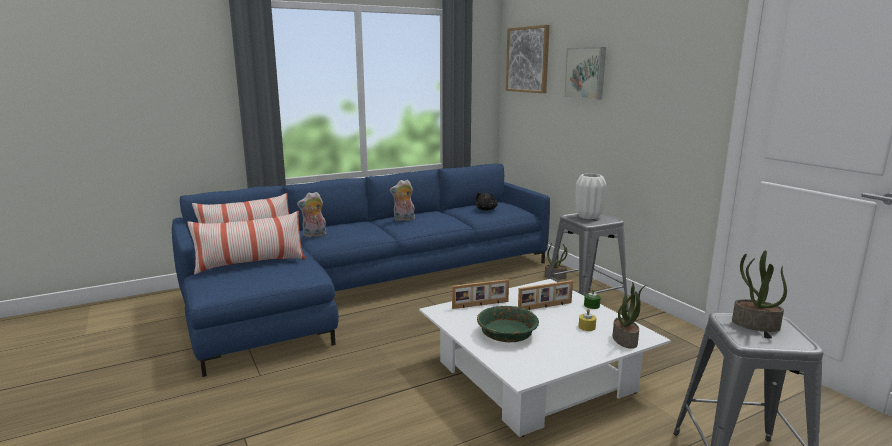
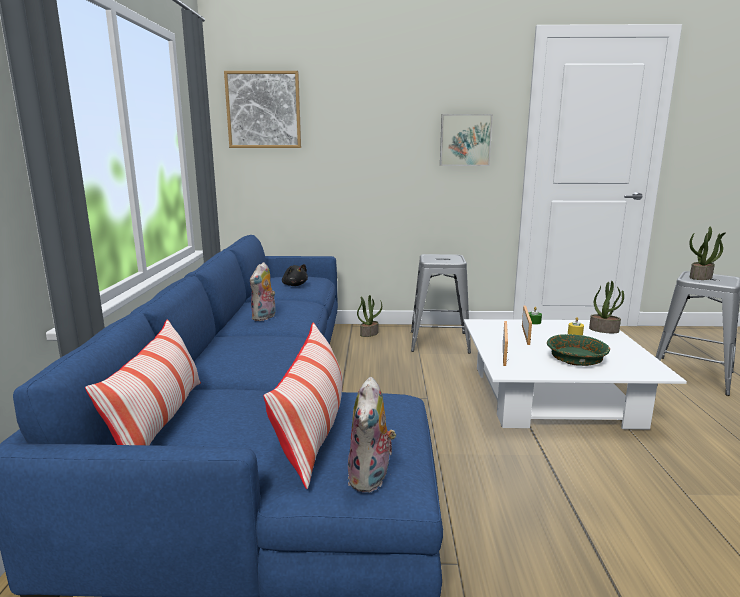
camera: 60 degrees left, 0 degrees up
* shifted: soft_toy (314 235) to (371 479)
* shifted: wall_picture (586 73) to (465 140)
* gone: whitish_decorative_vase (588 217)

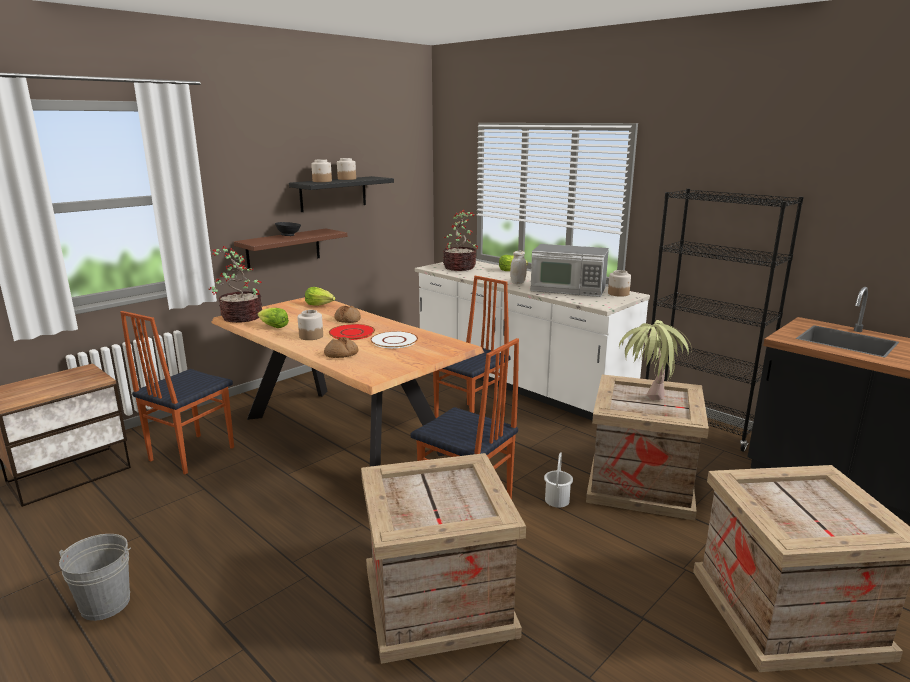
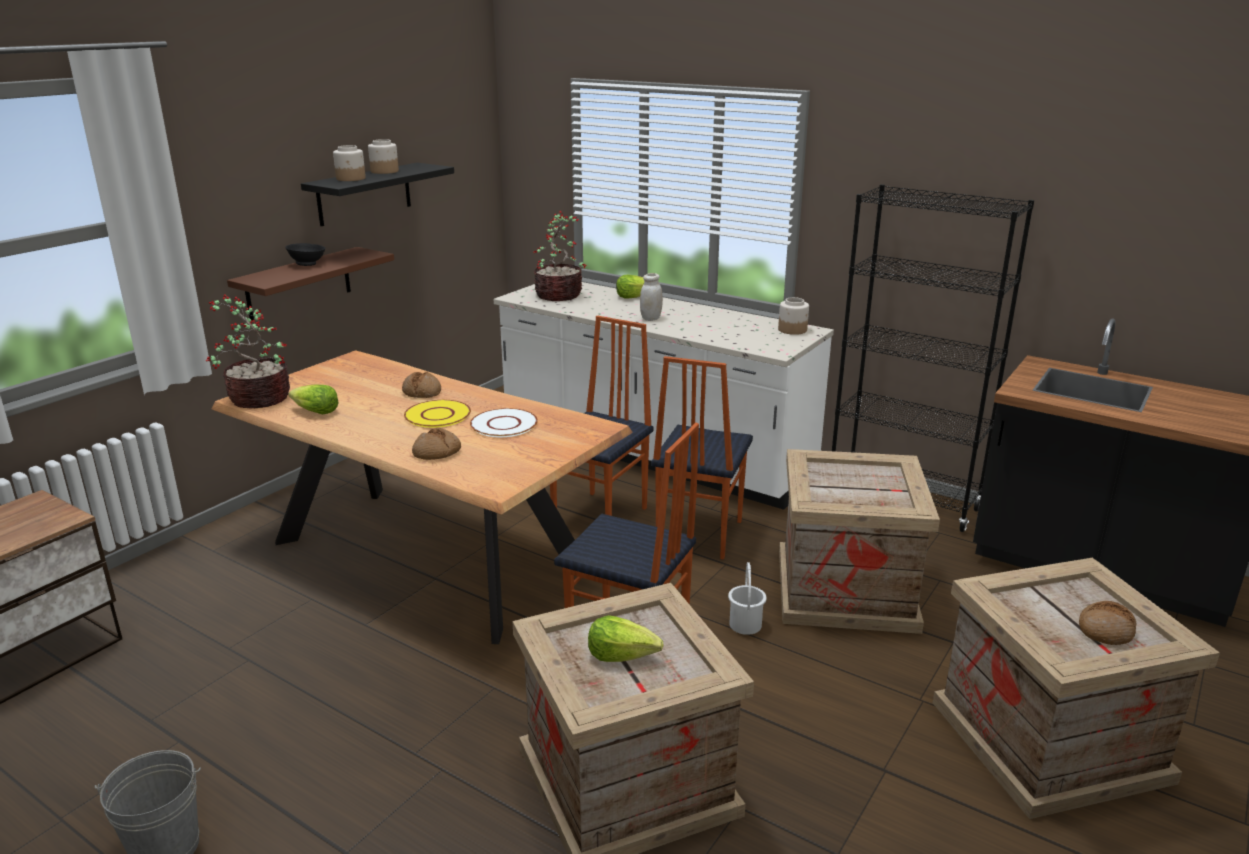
camera: 10 degrees left, 5 degrees up
* repainted: red_flat_dish (352 333) to yellow-coloured_flat_dish (437 415)
* shifted: head_of_lettuce (320 305) to (622 655)
* shifted: upright_chair (190 454) to (697 534)
* new: baked_bread (1105 630)
* gone: storage_jar (311 336)
* gone: microwave (568 289)
* gone: houseplant (646 405)

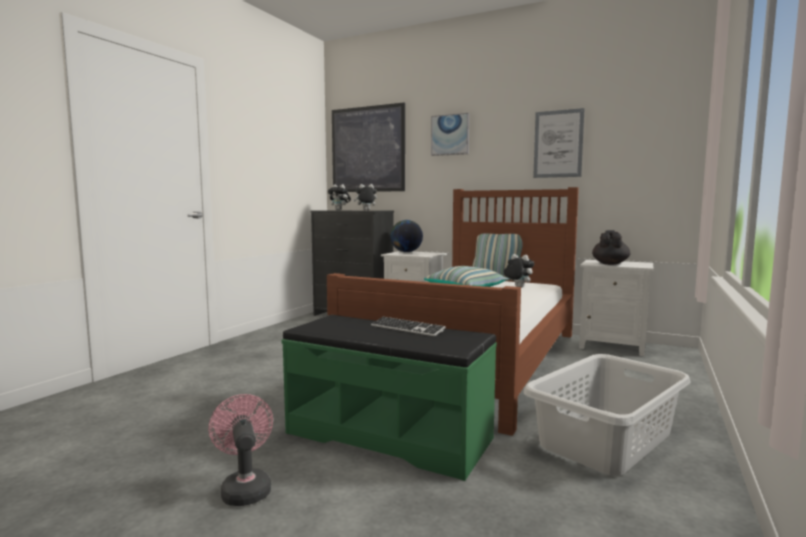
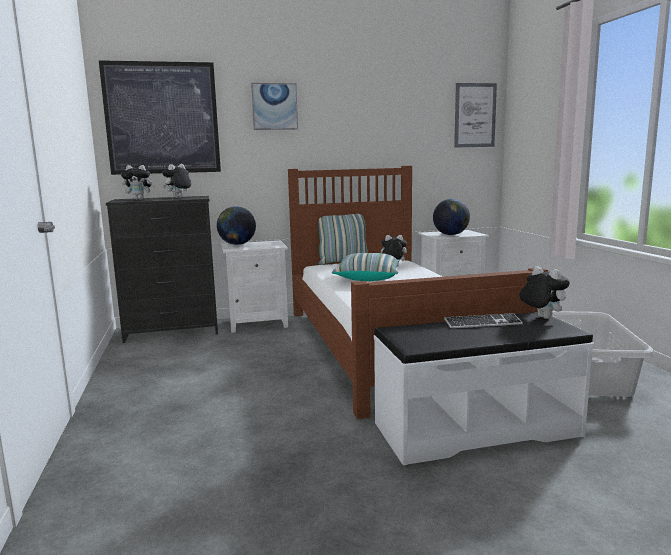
camera: 40 degrees left, 5 degrees up
* repainted: green_indoor_bench (389 435) to whitish_indoor_bench (475 428)
* swapped: blackish_tea_pot (610 264) to world_globe (451 234)
* shifted: wall_picture (558 144) to (475 115)
* new: soft_toy (541 318)
* gone: pink-coloured_fan (245 488)

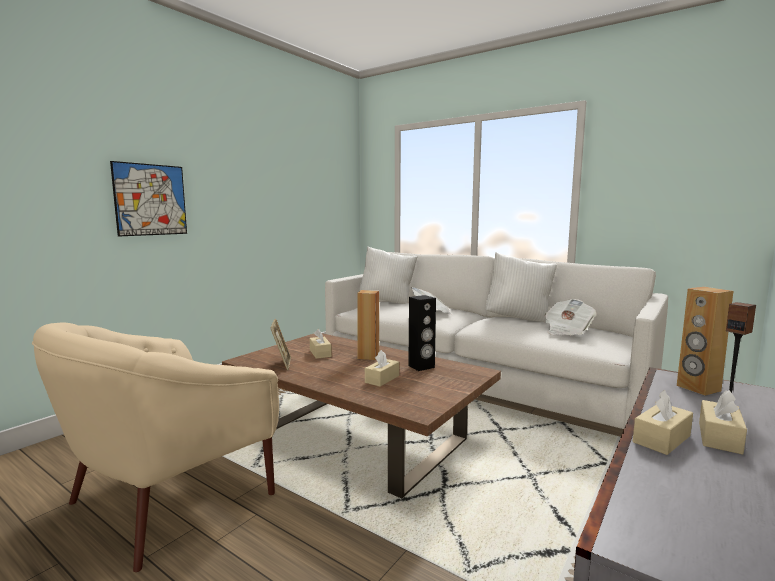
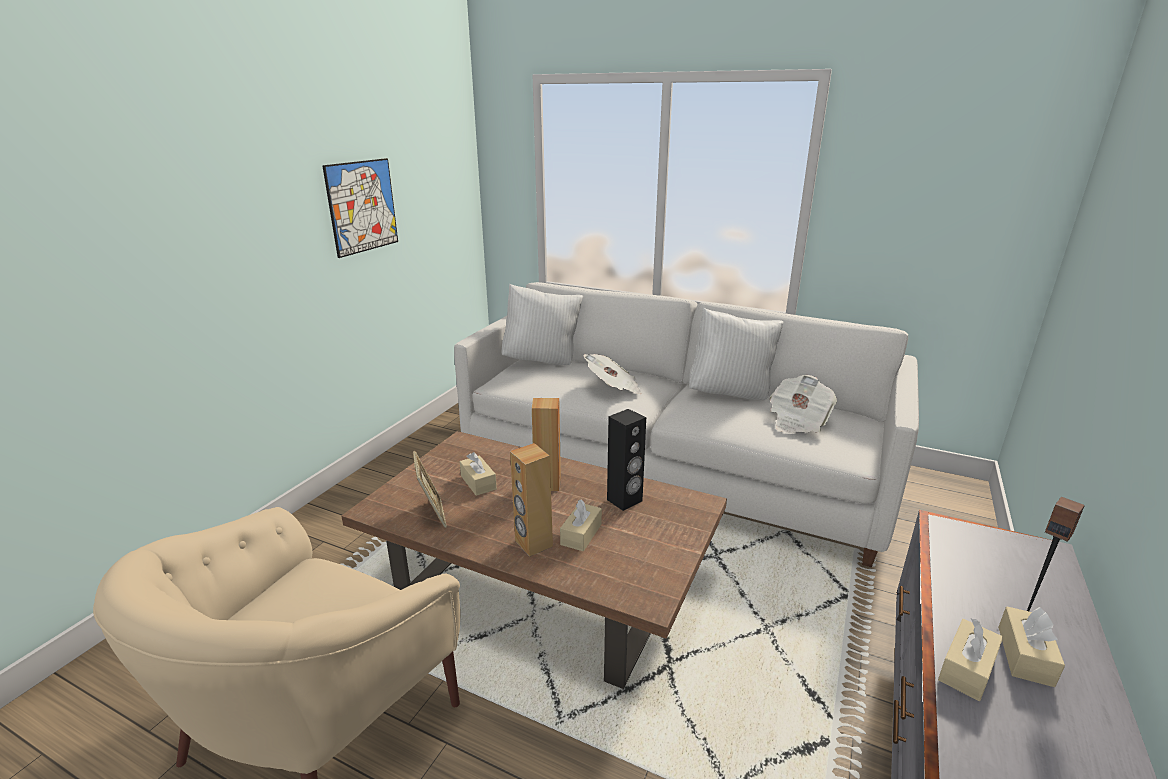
camera: 10 degrees left, 15 degrees up
* shifted: wall_picture (151 200) to (362 206)
* shifted: brown-coloured_audio_speaker (698 388) to (533 544)

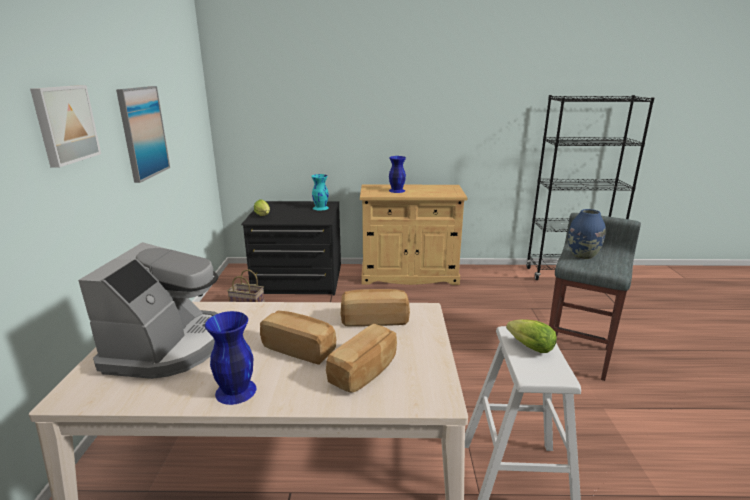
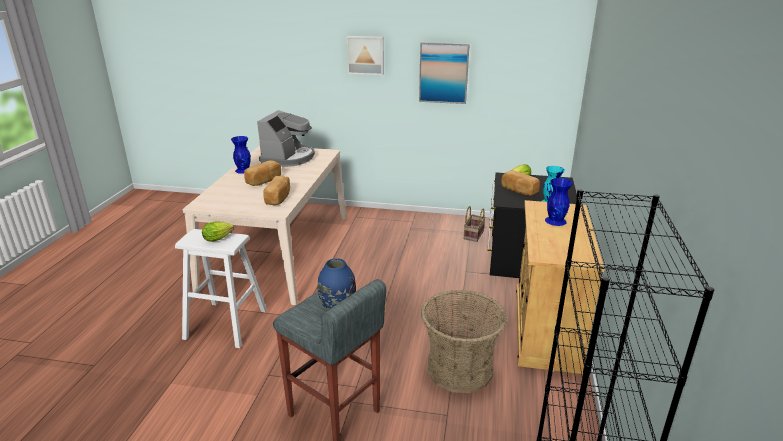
camera: 100 degrees right, 5 degrees up
* rotated: coffee_maker (170 346) = (288 158) 90 degrees counterclockwise
* new: storage_basket (459 369)
* shifted: baked_bread (365 372) to (518 190)

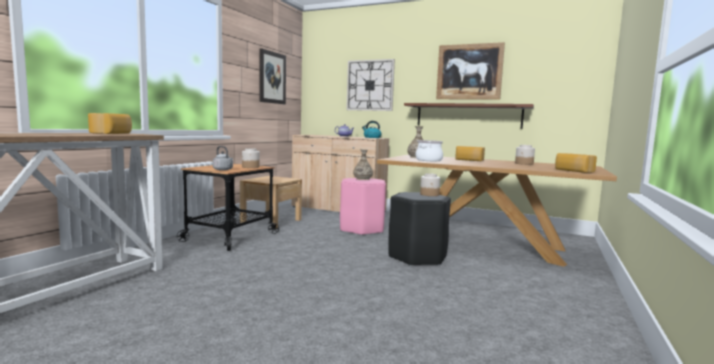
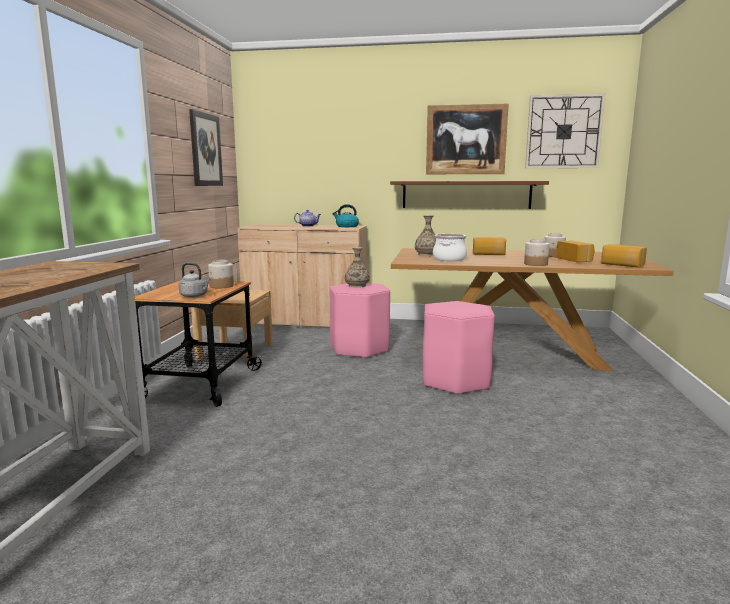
camera: 15 degrees left, 5 degrees up
* repainted: blackish_sitting_stool (417 257) to pink-coloured_sitting_stool (455 381)
* shifted: storage_jar (429 194) to (536 264)
* shifted: clock_on_the_wall (370 85) to (563 132)
* shifted: baked_bread (112 133) to (575 260)

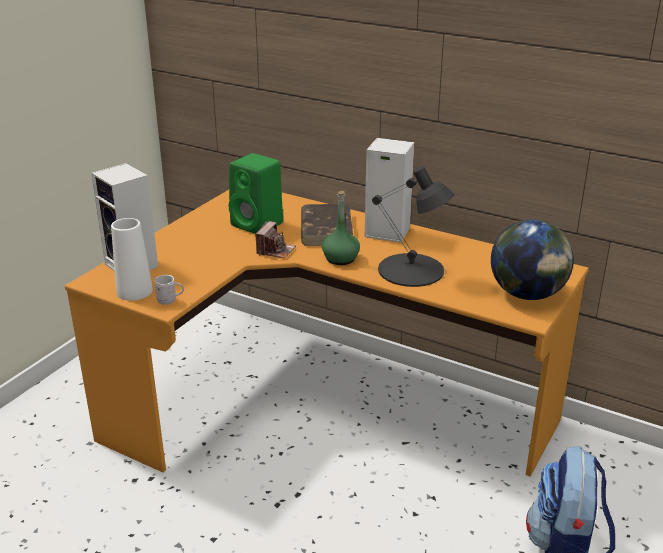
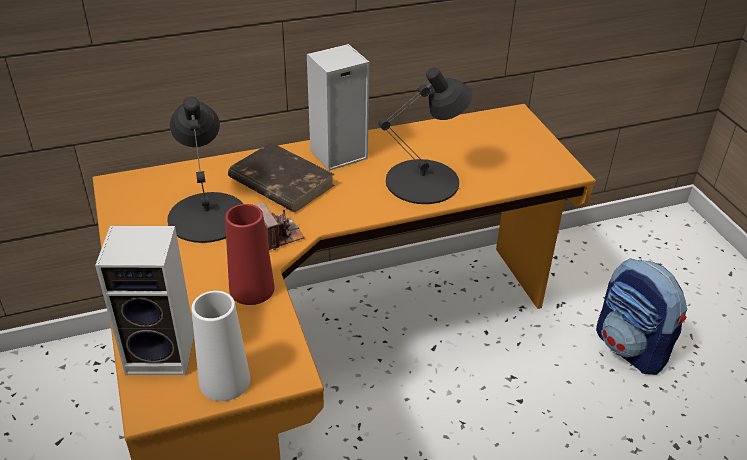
camera: 50 degrees left, 10 degrees up
* swapped: green_audio_speaker (258 224) to blackish_table_lamp (208 216)
* new: red_decorative_vase (252 289)
* gone: whitish_tea_mug (170 301)
* gone: green_beverage_bottle (340 258)
* gone: world_globe (527 294)

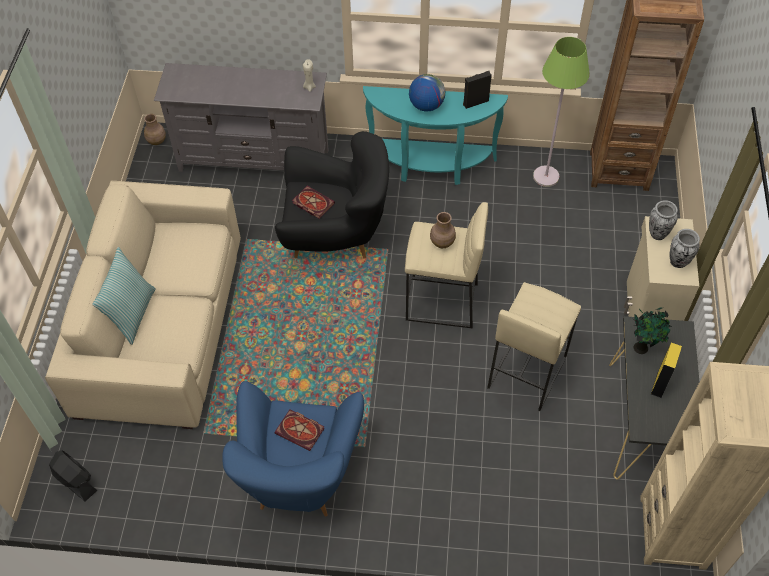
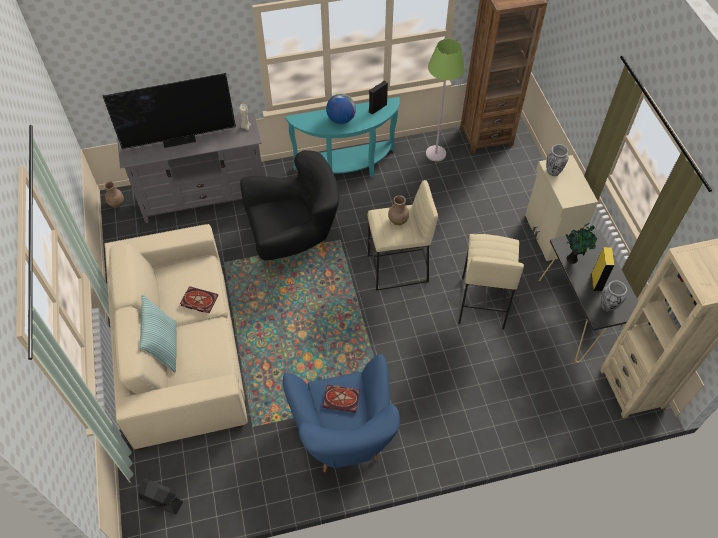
camera: 20 degrees left, 0 degrees up
* new: TV_set (179 138)
* shifted: bound_book (312 203) to (198 301)
* shifted: decorative_vase (678 262) to (608 306)

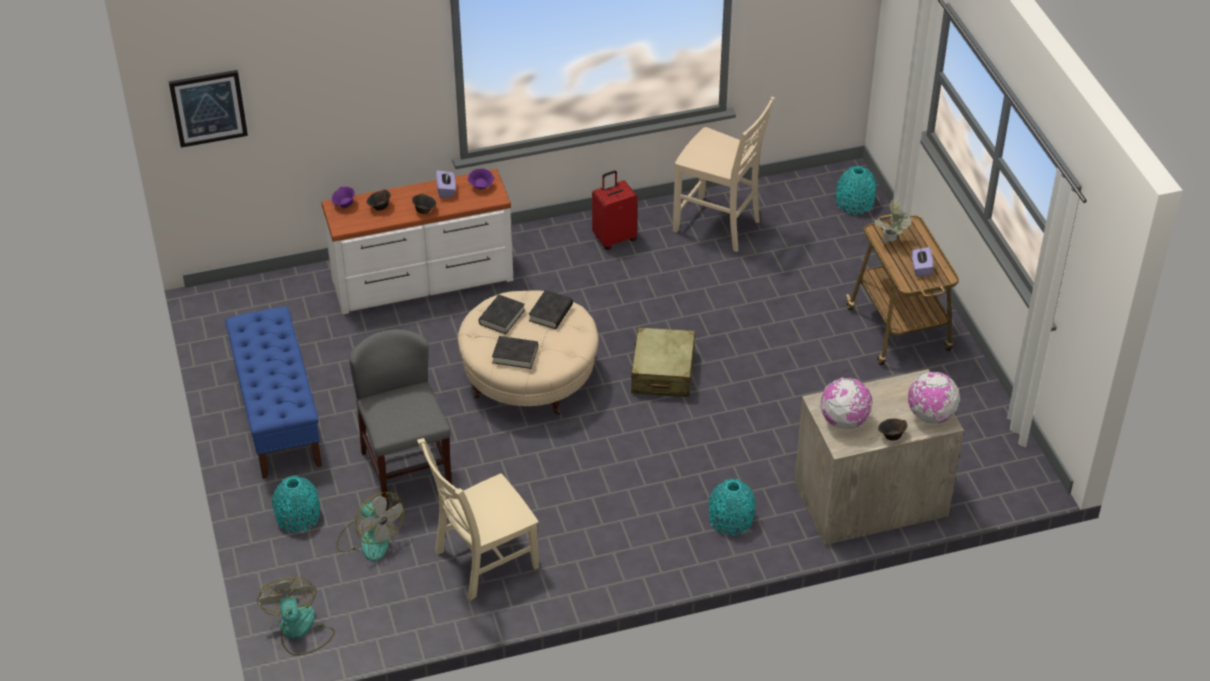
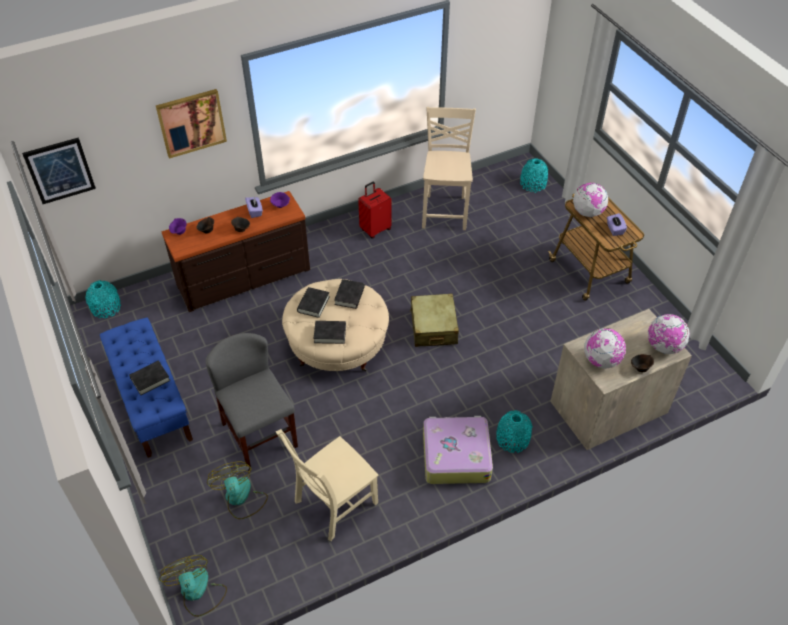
camera: 10 degrees left, 5 degrees up
* shifted: blue-green_decorative_vase (297 516) to (106 307)
* new: blackish_bound_book (150 379)
* new: wall_picture (191 122)
* repainted: whitish_drawer_chest (423 281) to brown-coloured_drawer_chest (244 278)
* rotated: fan (369 539) = (240 498) 150 degrees counterclockwise
* rotated: beige-coloured_upright_chair (718 226) = (445 212) 105 degrees counterclockwise
* new: suitcase (455 455)
* swapped: houseplant (891 242) to world_globe (587 212)

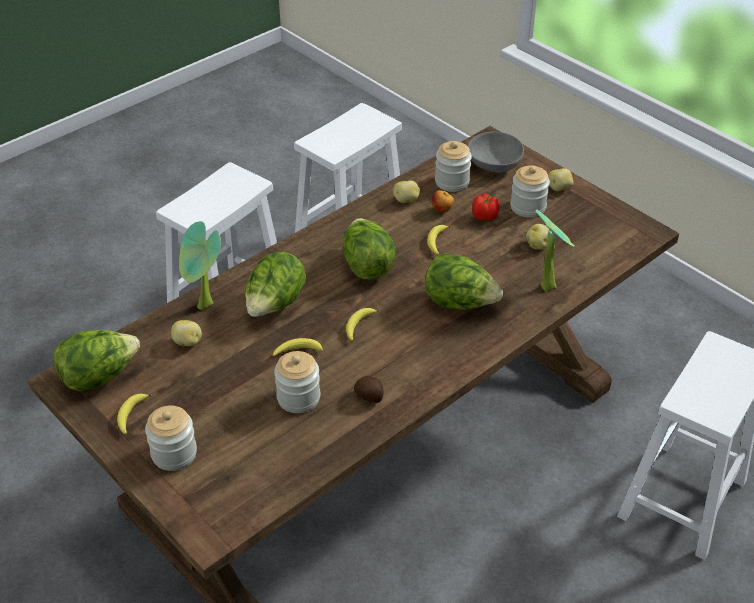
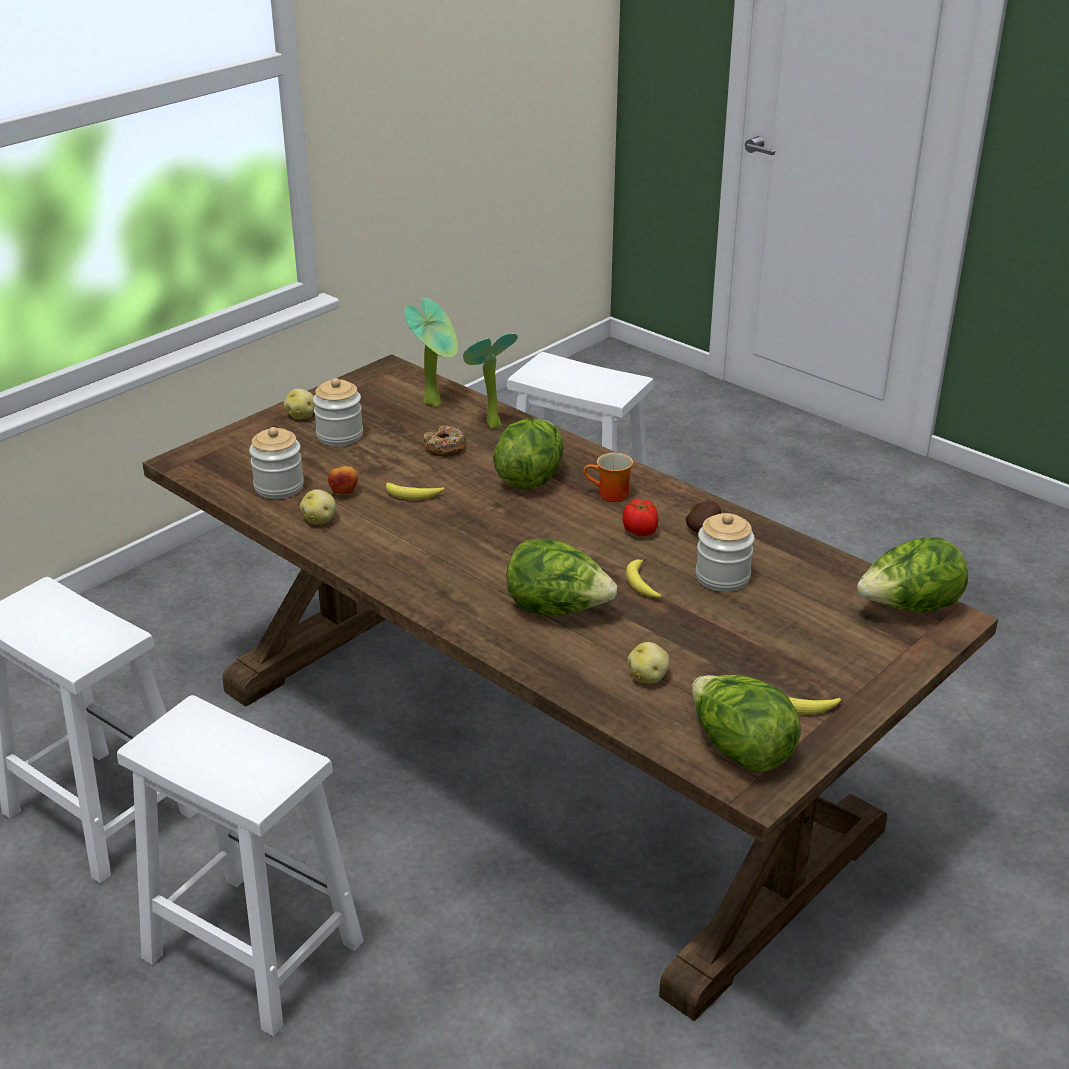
camera: 95 degrees left, 10 degrees down
* shifted: houseplant (205 307) to (436 402)
* new: ring_doughnut (445 448)
* new: tea_mug (610 495)
* shifted: whole_tomato (485 216) to (640 531)
* shifted: head_of_lettuce (367 265) to (908 608)
* gone: storage_jar (174 453)
* gone: whole_banana (358 326)
* gone: grey_bowl (493 165)
* gone: whole_potato (538 245)

